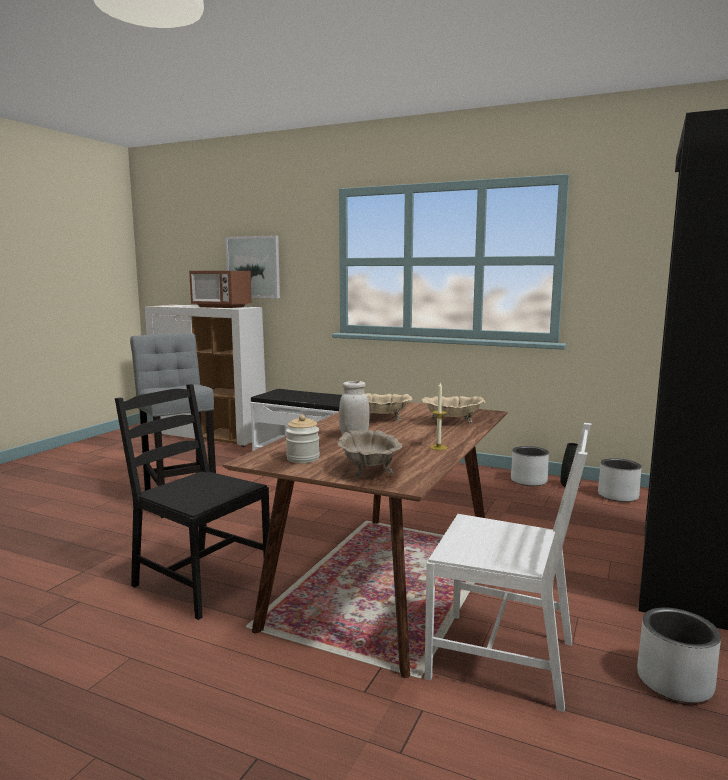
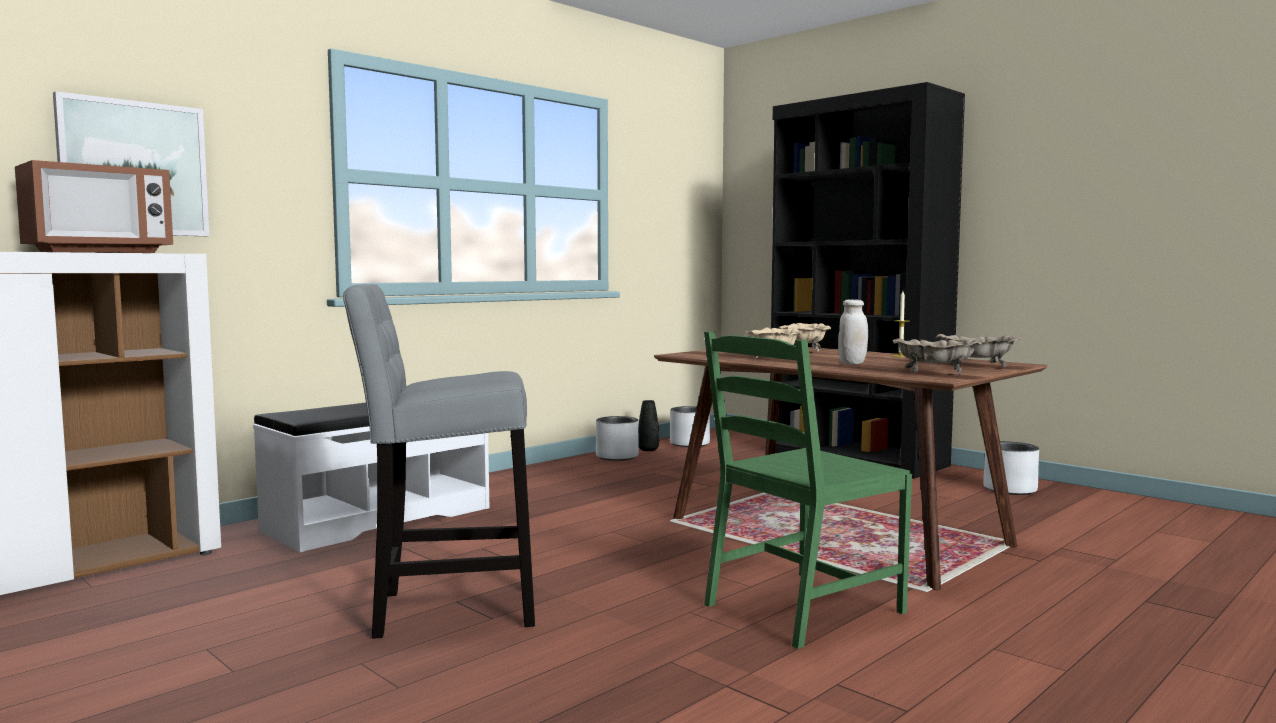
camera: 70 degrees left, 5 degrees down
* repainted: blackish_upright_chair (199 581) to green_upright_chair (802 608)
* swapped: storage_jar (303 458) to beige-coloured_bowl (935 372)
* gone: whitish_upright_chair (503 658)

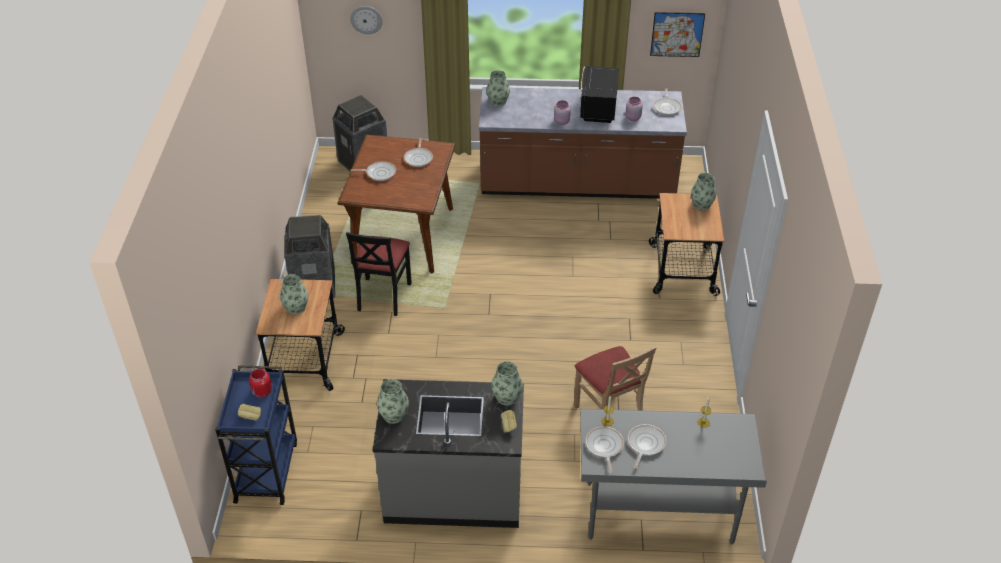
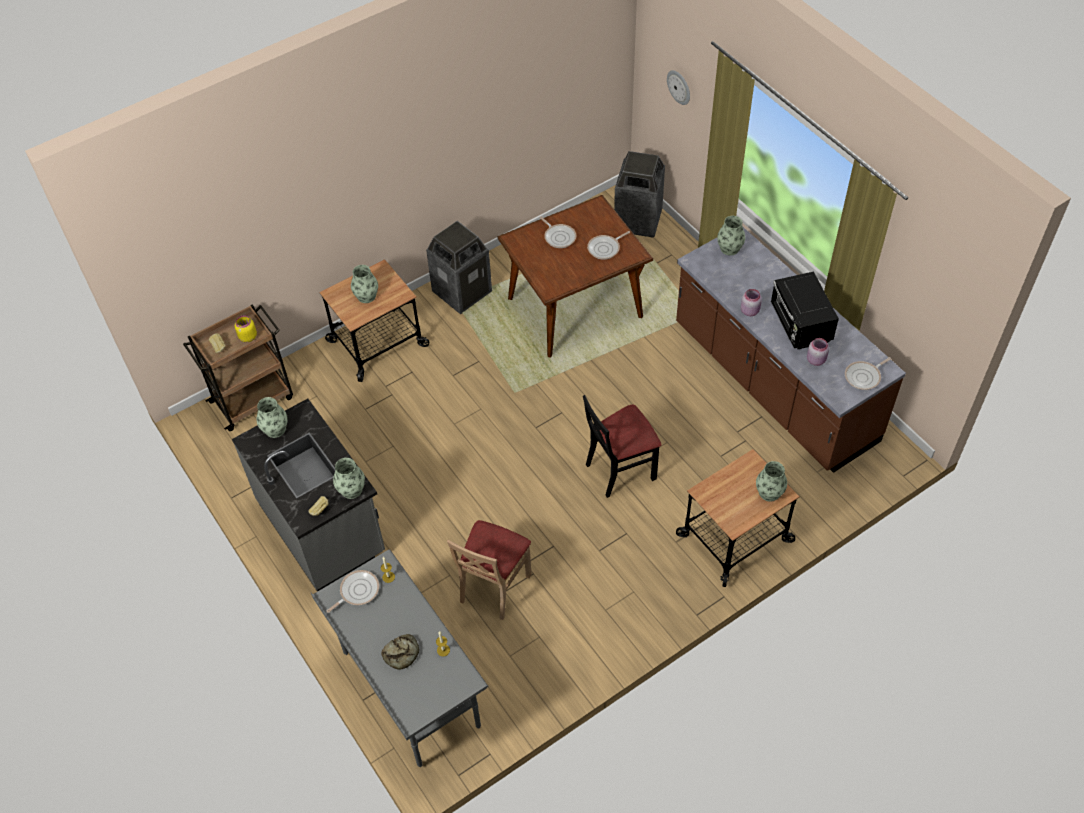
camera: 55 degrees right, 10 degrees up
* repainted: bluish_wheeled_cart (266 470) to brown-coloured_wheeled_cart (253 399)
* repainted: red_storage_jar (261 392) to yellow-coloured_storage_jar (247 337)
* new: baked_bread (402 653)
* shifted: blackish_upright_chair (383 296) to (620 470)
* rotated: blackish_microwave (597 109) = (800 325) 75 degrees counterclockwise
* gone: pan (645 444)
* gone: wall_picture (677 34)

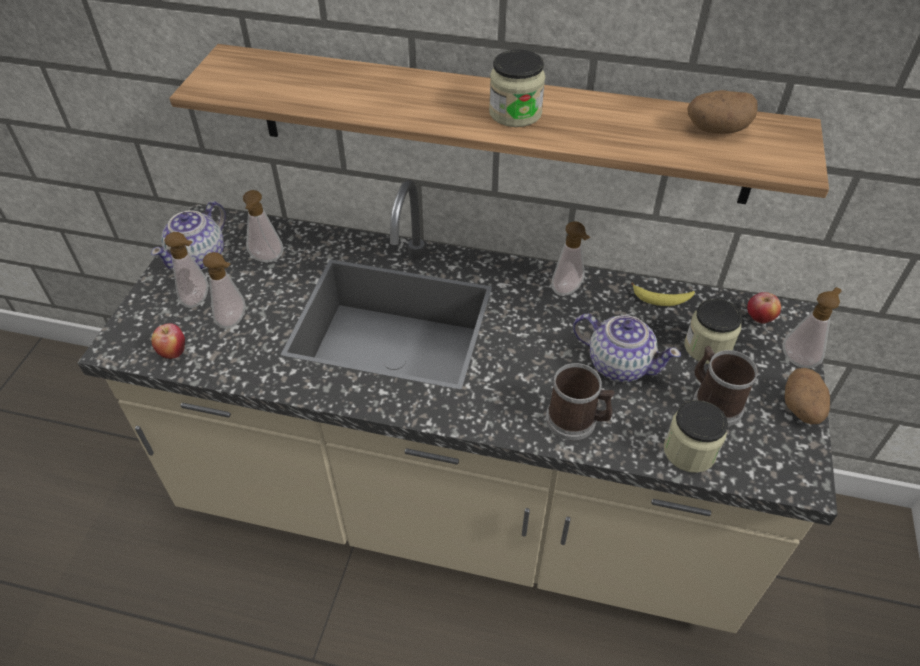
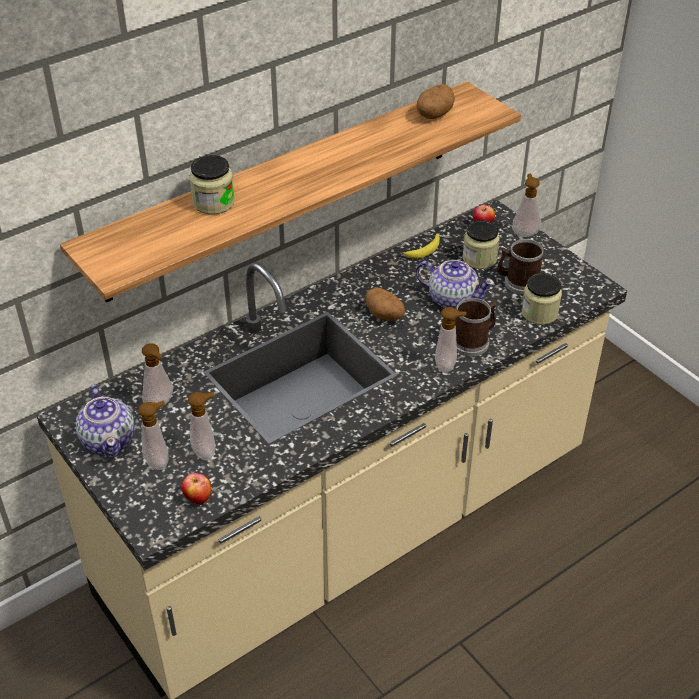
camera: 50 degrees left, 5 degrees down
* shifted: storage_jar (515 113) to (213 203)
* shifted: whole_potato (801 409) to (385 315)
* rotated: tea_pot (618 363) = (452 299) 45 degrees clockwise
* shifted: soap_bottle (568 291) to (447 366)

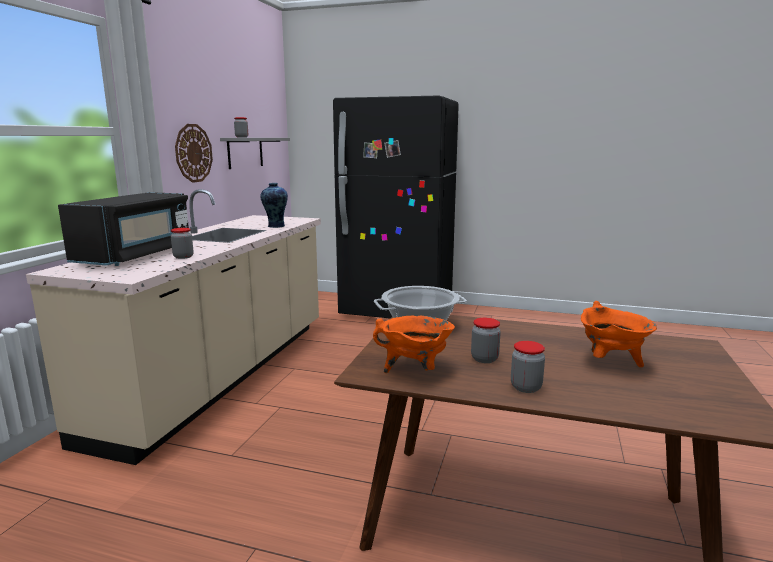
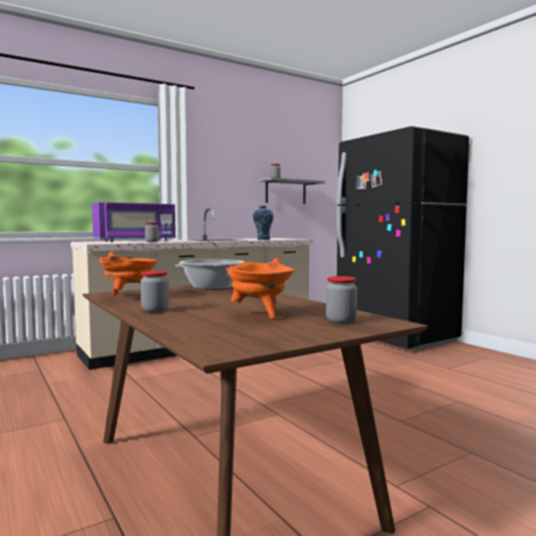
camera: 40 degrees right, 10 degrees down
* repainted: blackish_microwave (137 256) to purplish_microwave (135 241)
* shifted: storage_jar (484 359) to (341 321)
* gone: clock_on_the_wall (193 153)

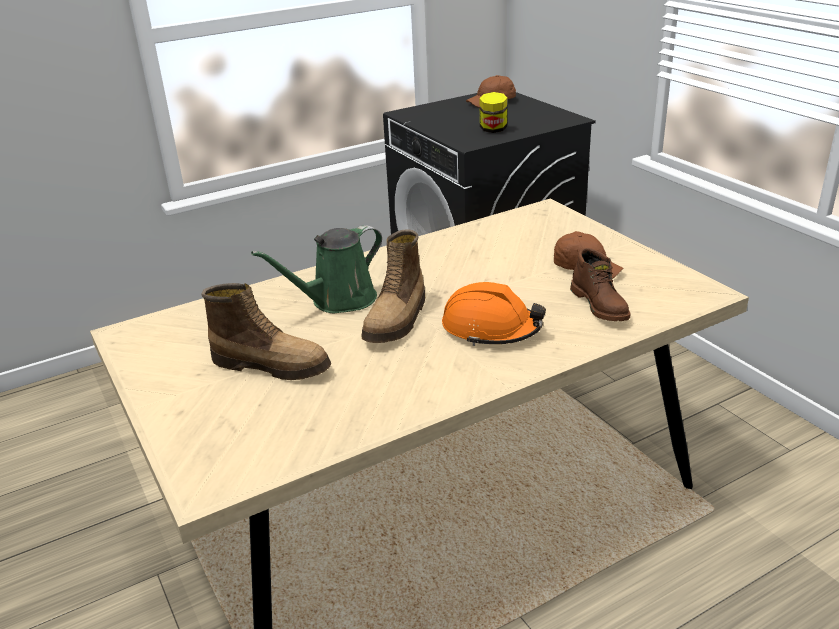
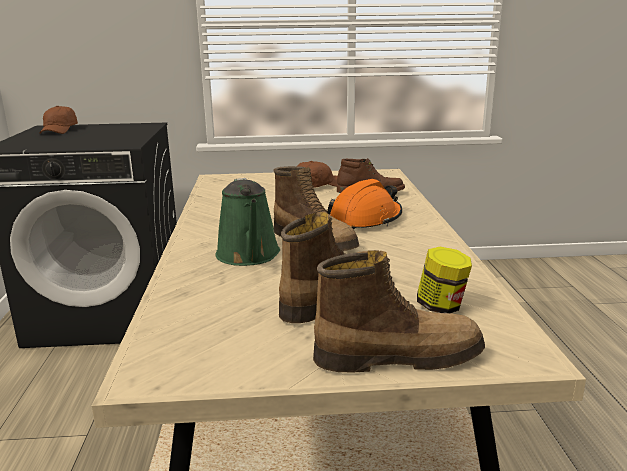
camera: 65 degrees left, 10 degrees down
* new: boot (397 357)
* shifted: storage_jar (493 130) to (441 306)

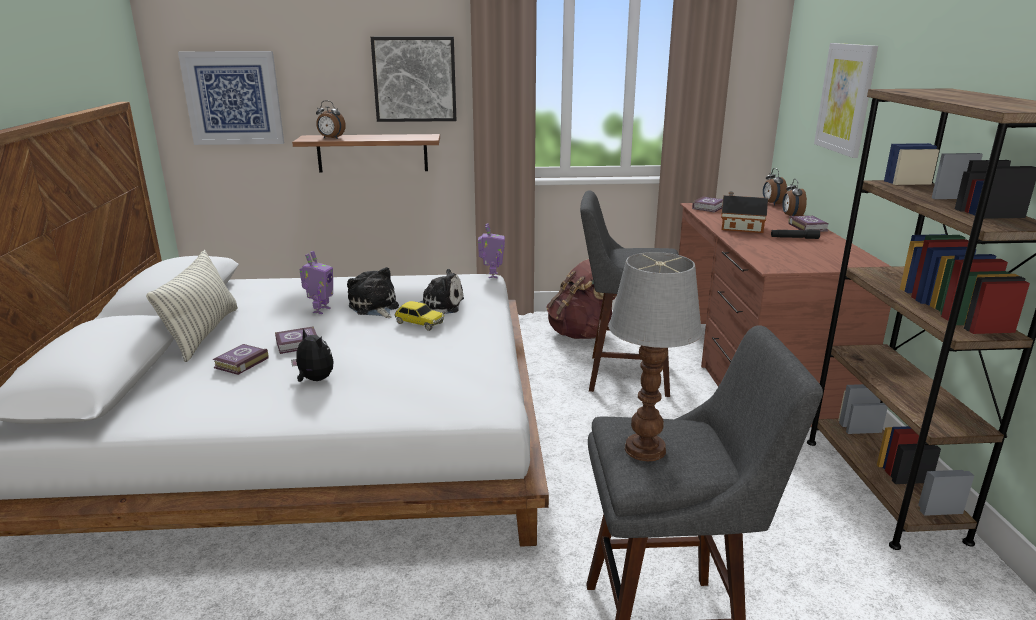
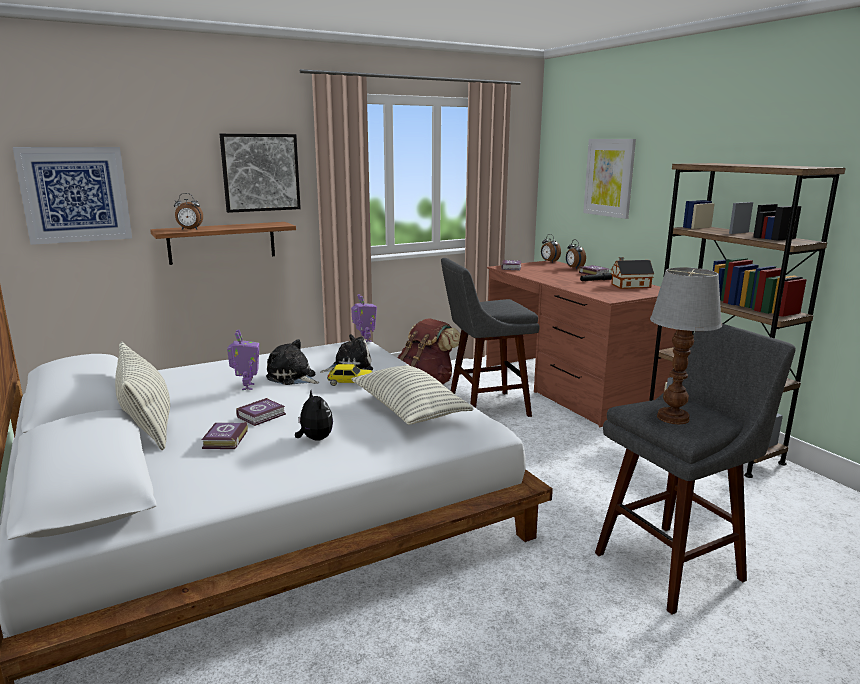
camera: 25 degrees left, 5 degrees down
* rotated: soft_toy (314 380) = (314 439) 45 degrees clockwise
* new: pillow (409 410)
* shifted: miniature_house (740 227) to (629 286)

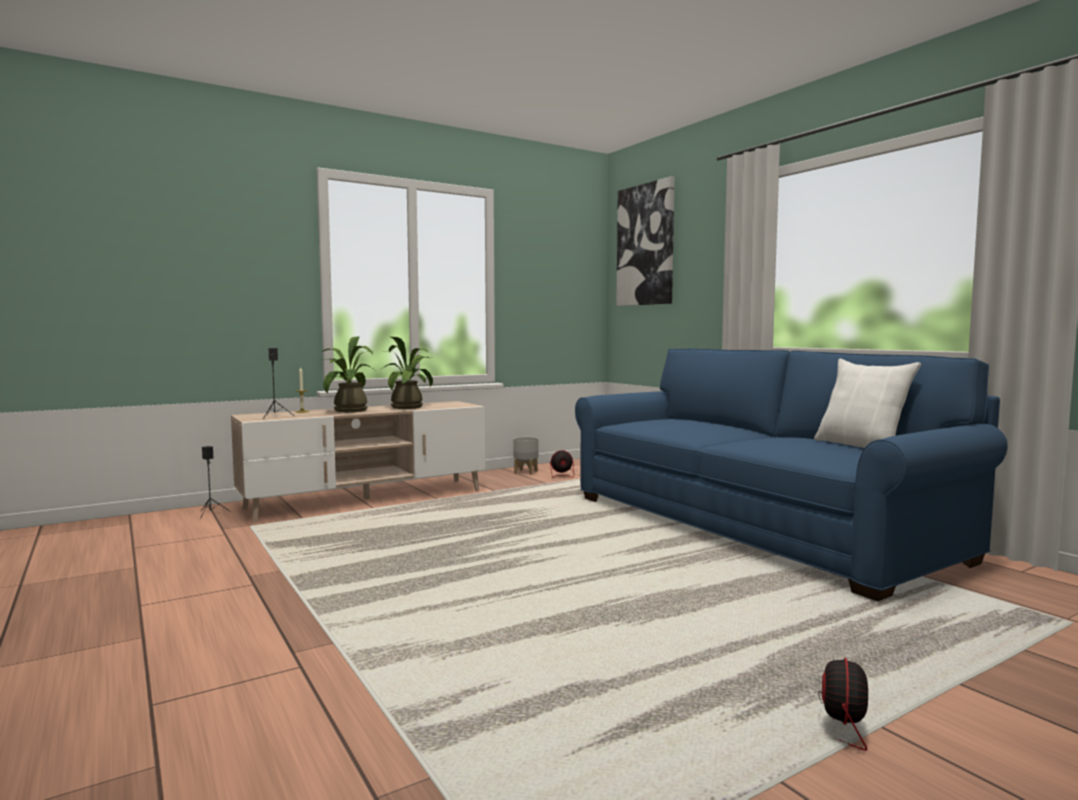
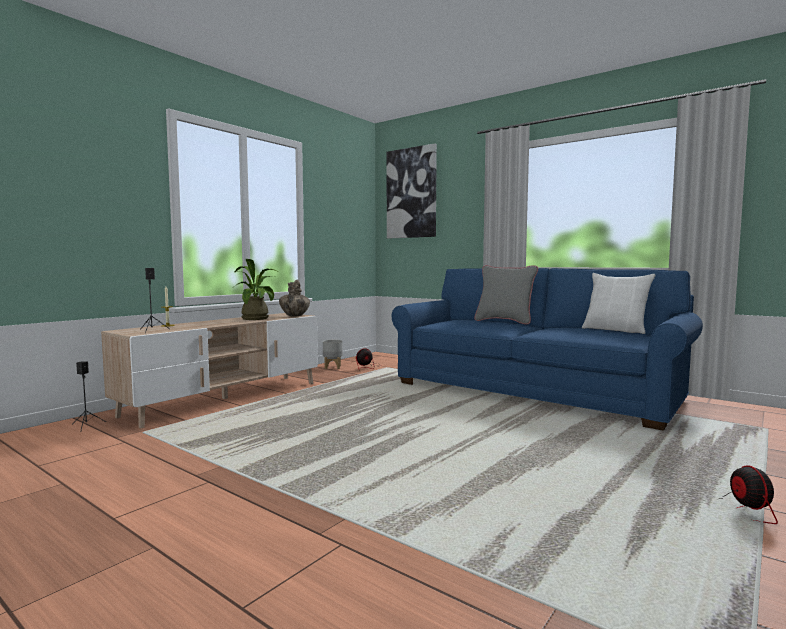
camera: 20 degrees left, 0 degrees up
* new: decorative_vase (294 316)
* new: grey_pillow (504 321)
* gone: houseplant (347 411)

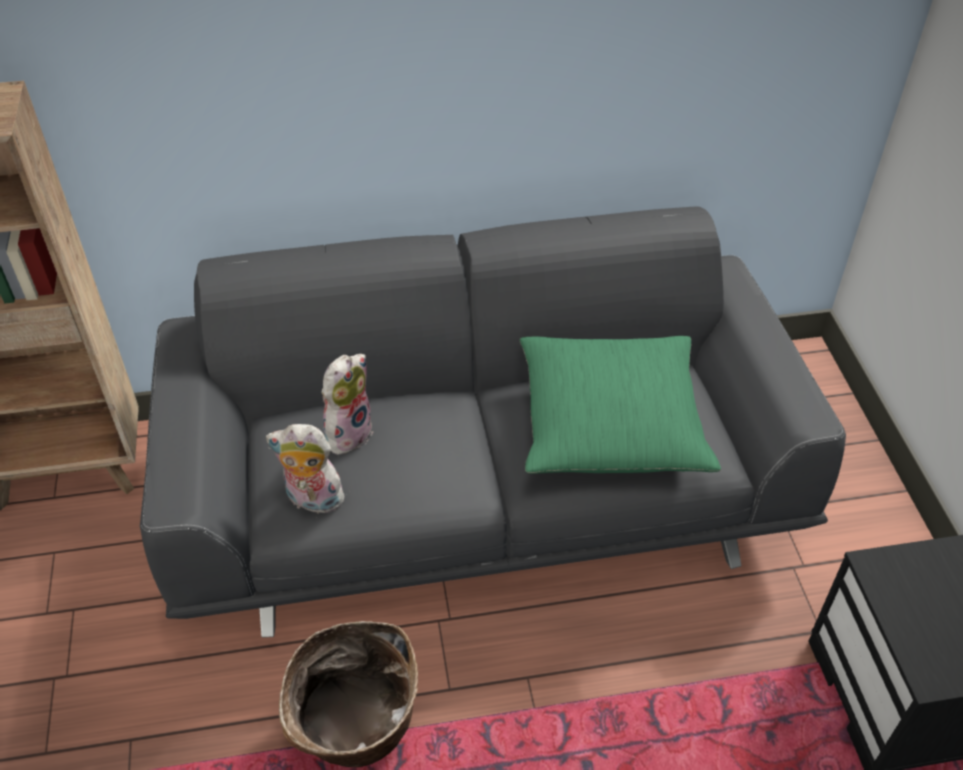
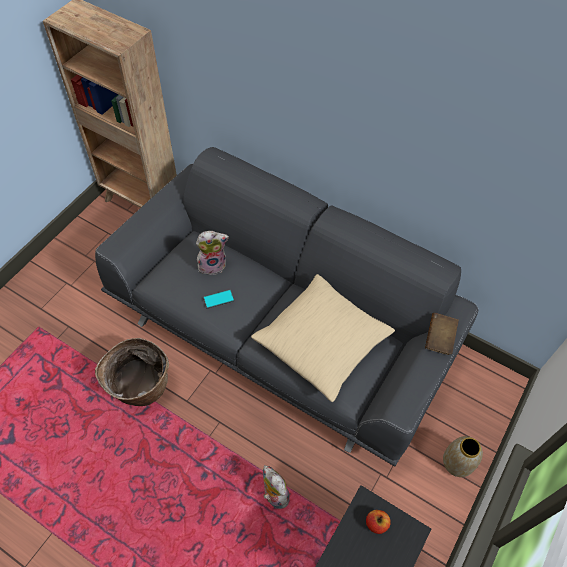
camera: 40 degrees right, 10 degrees up
* new: telephone (218 299)
* repainted: green_pillow (611 421) to beige-coloured_pillow (322 342)
* shifted: soft_toy (312 500) to (274 495)
* new: apple (376 524)
* new: brown-coloured_bound_book (439 338)
* new: decorative_vase (457 463)

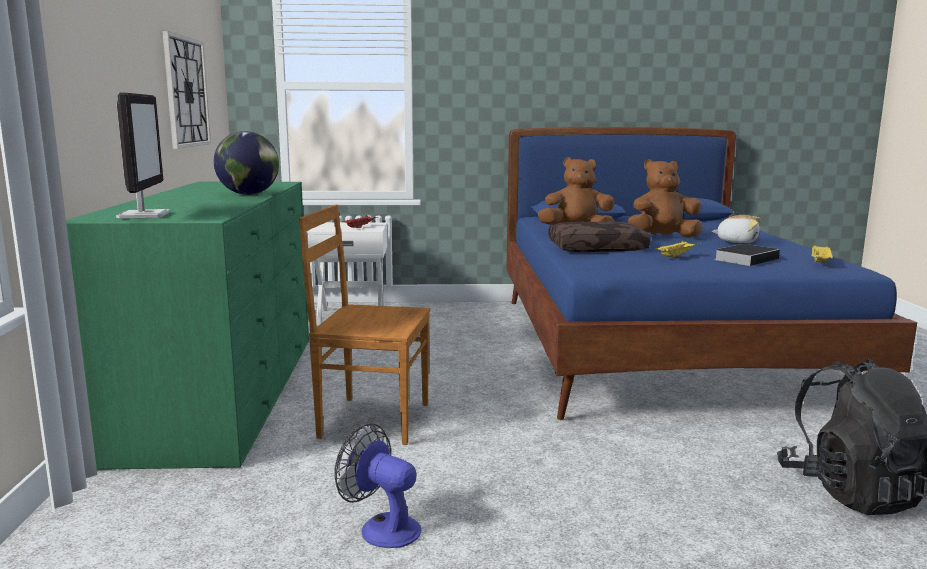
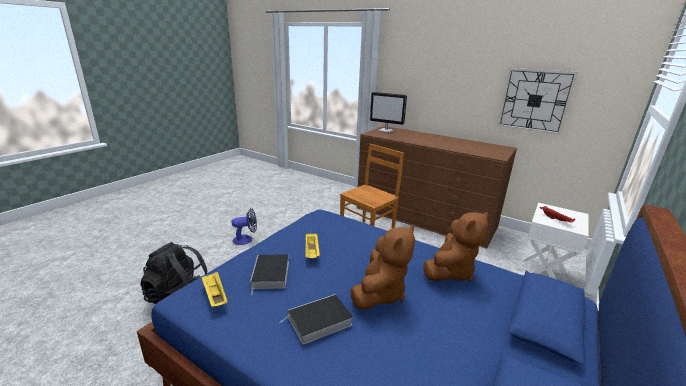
camera: 125 degrees right, 10 degrees up
* shifted: fan (382 527) to (246 239)
* swapped: soft_toy (737 241) to bound_book (318 322)
* repainted: green_drawer_chest (223 391) to brown-coloured_drawer_chest (424 217)
* gone: world_globe (248 194)
* gone: brown-coloured_pillow (597 248)

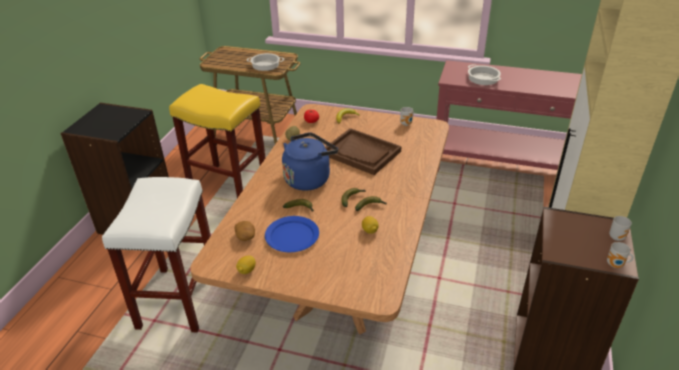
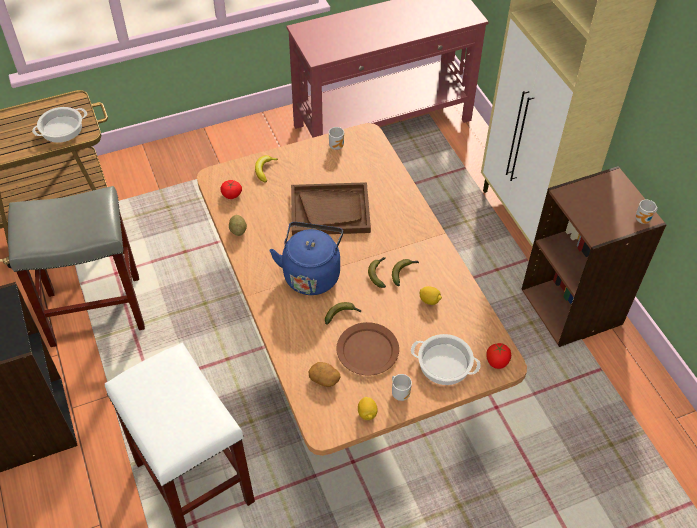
camera: 40 degrees left, 15 degrees up
* repainted: yellow-coloured_sitting_stool (229 185) to grey_sitting_stool (97 309)
* repainted: bluish_flat_dish (292 236) to brown-coloured_flat_dish (367 350)
* shifted: tea_mug (617 237) to (400 393)
* shifted: stockpot (483 78) to (445 363)
* new: whole_tomato (497 362)

